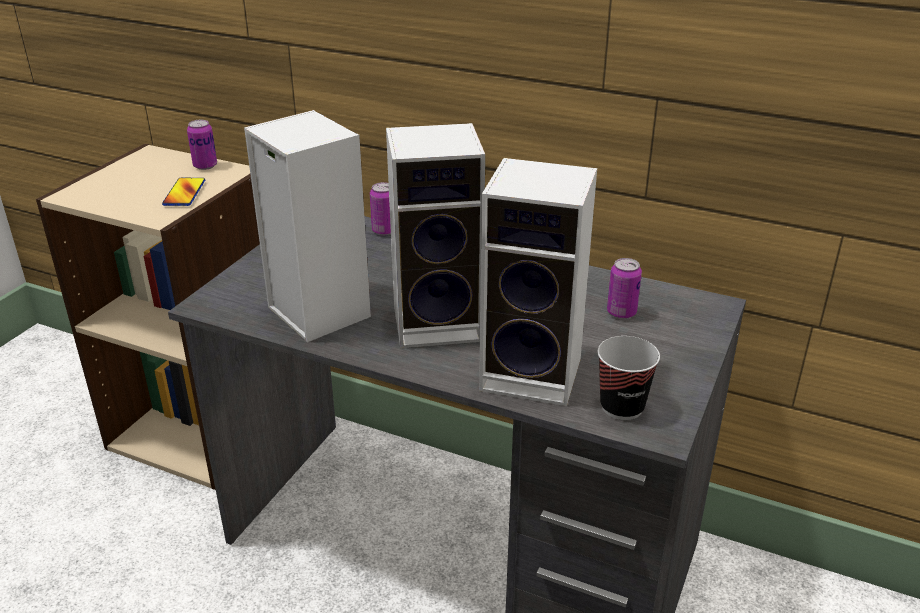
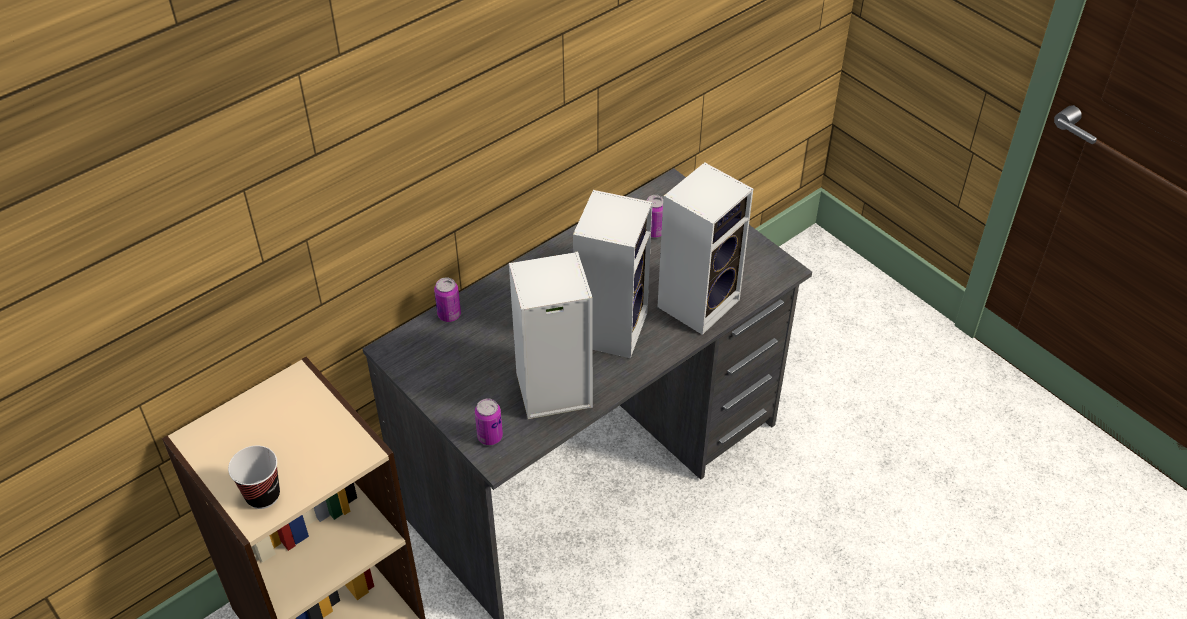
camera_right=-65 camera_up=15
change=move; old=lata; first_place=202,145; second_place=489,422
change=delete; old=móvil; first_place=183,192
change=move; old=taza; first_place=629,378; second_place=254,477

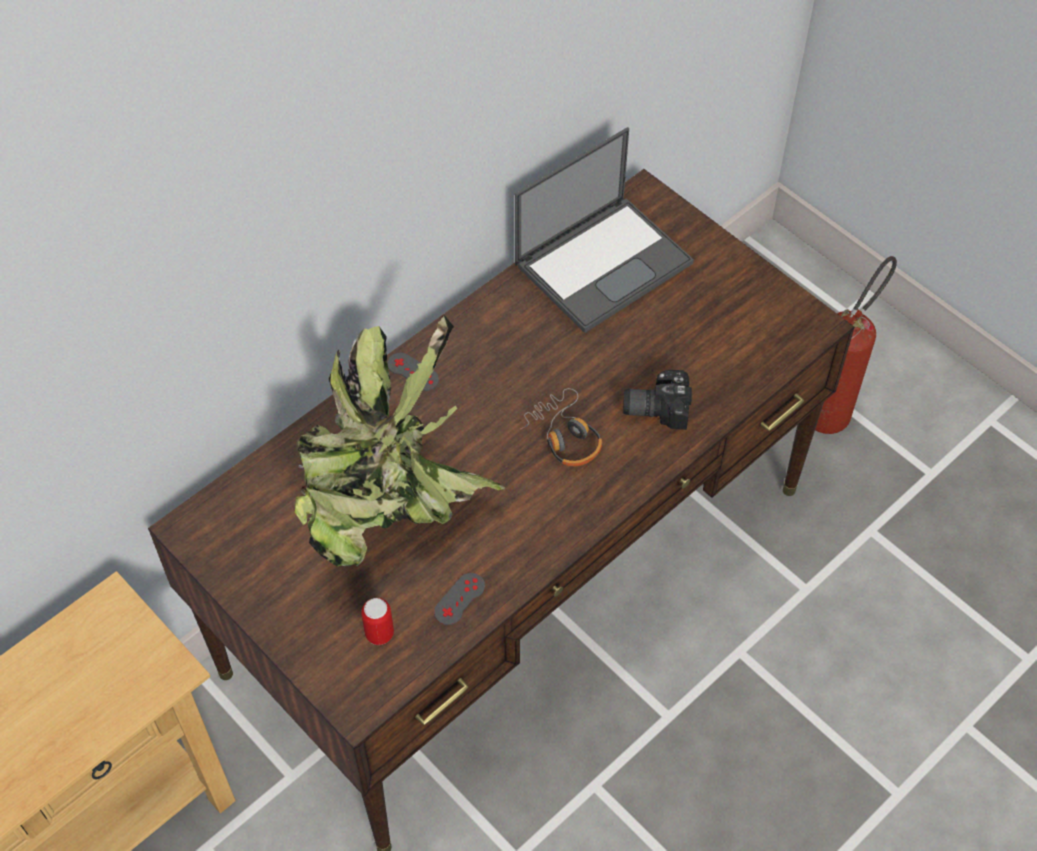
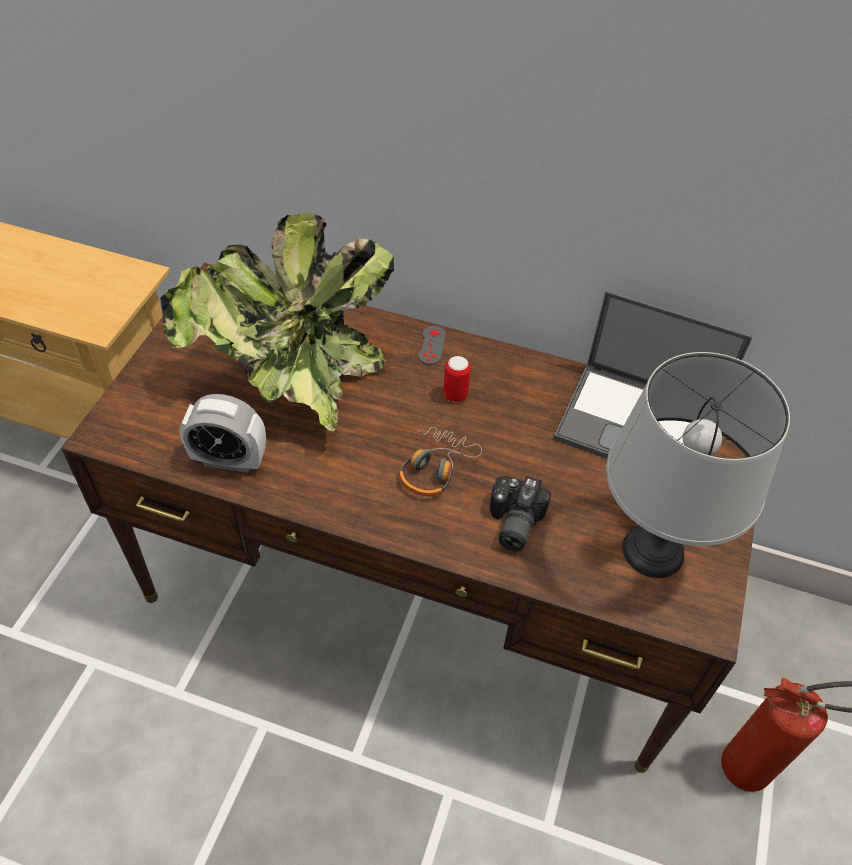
camera_right=60 camera_up=-5
change=rotate; old=cámara; first_place=657,400; second_place=520,513; degrees=-135
change=replace; old=mando de consola (gris); new=despertador; first_place=459,599; second_place=222,433
change=move; old=lata; first_place=377,621; second_place=457,379
change=insert; new=lámpara de mesa (gris); second_place=698,465

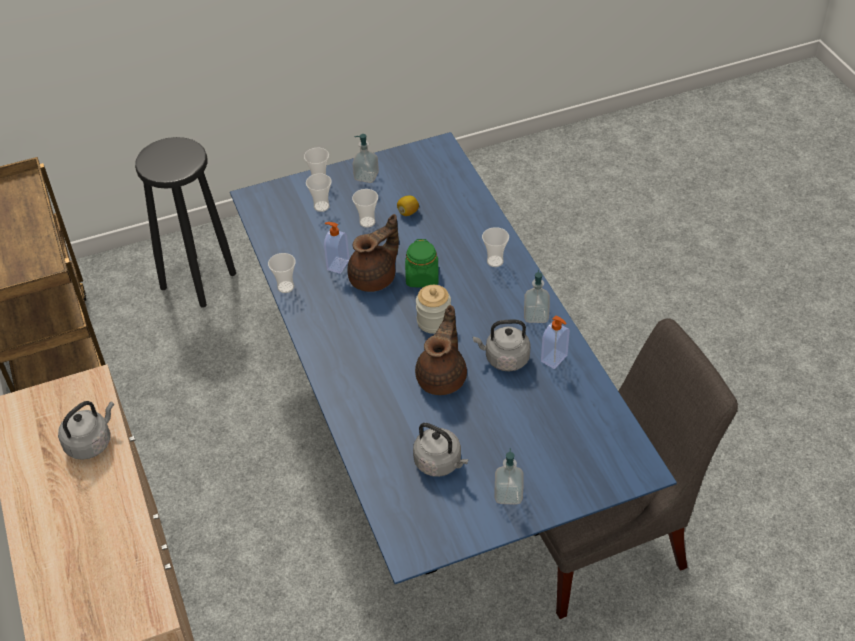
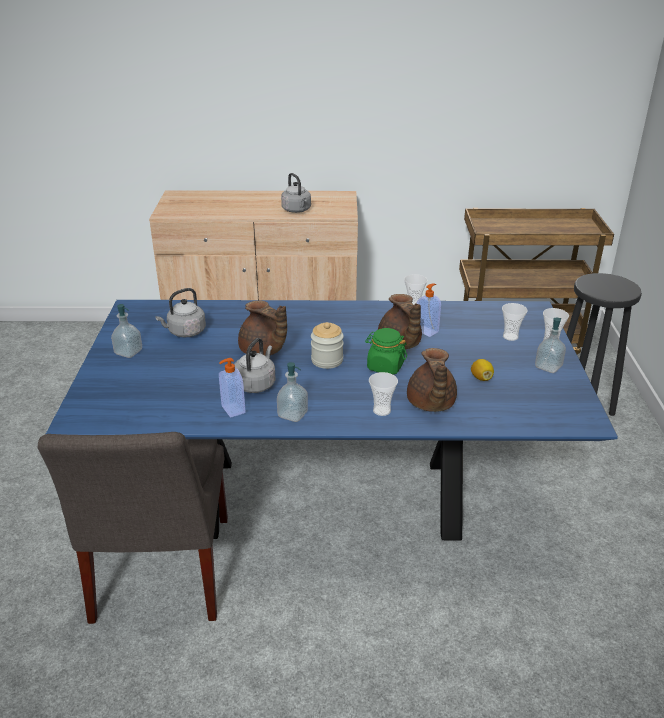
camera_right=110 camera_up=-15
change=delete; old=taza; first_place=365,208
change=insert; new=tetera (marrón); second_place=432,380

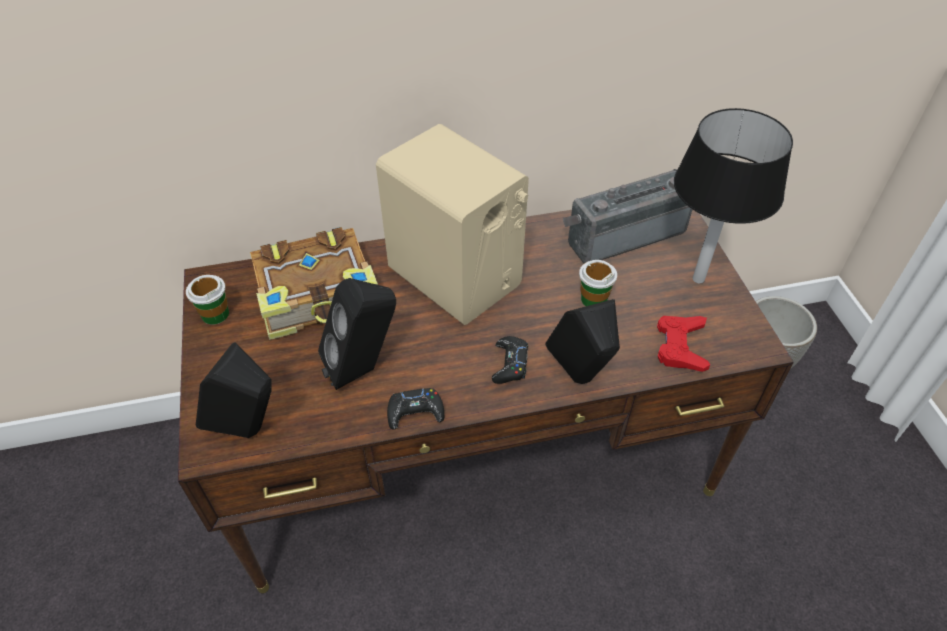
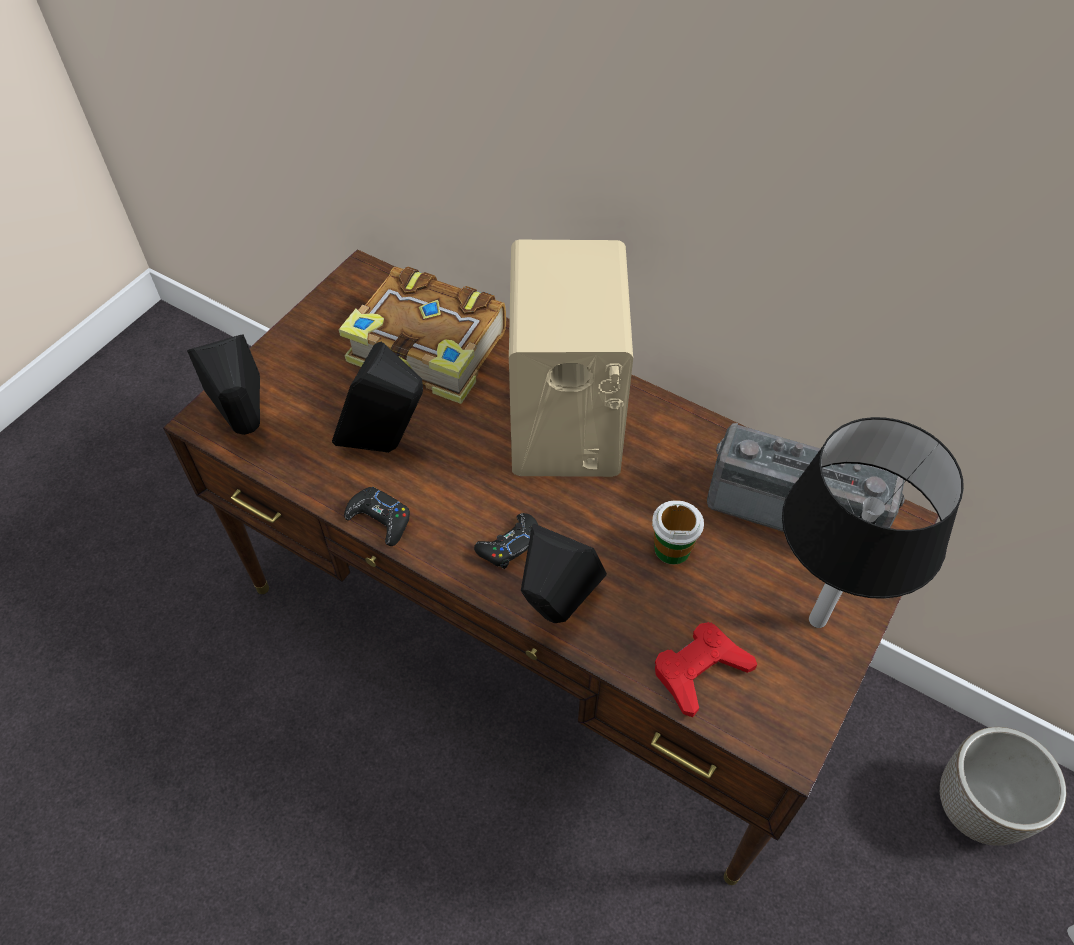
camera_right=45 camera_up=5
change=delete; old=taza; first_place=207,300

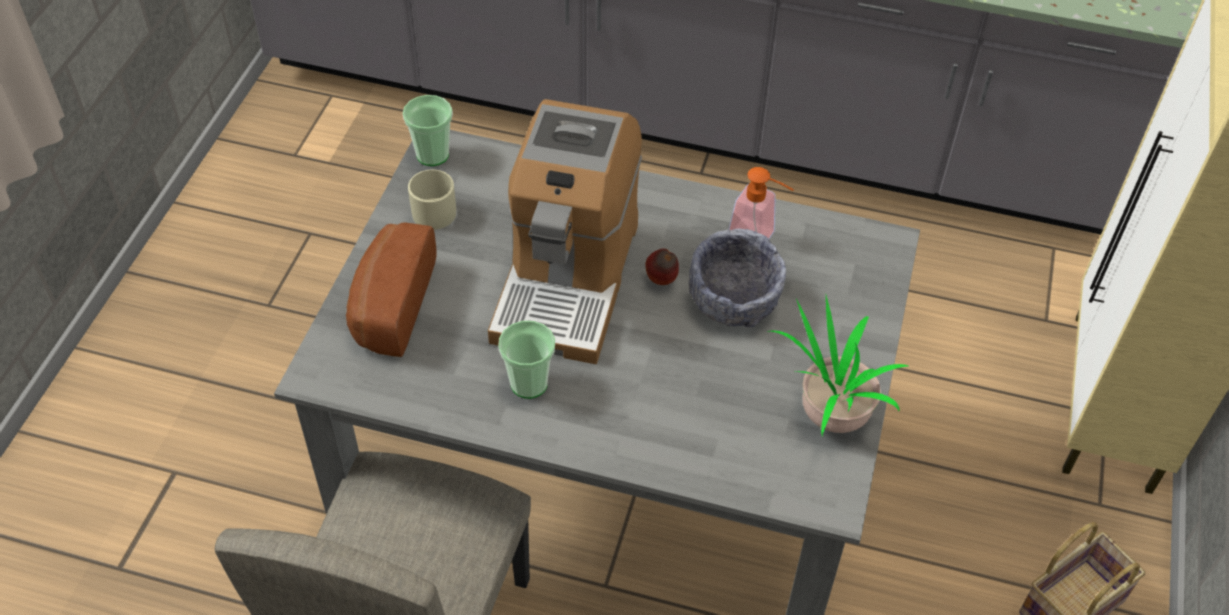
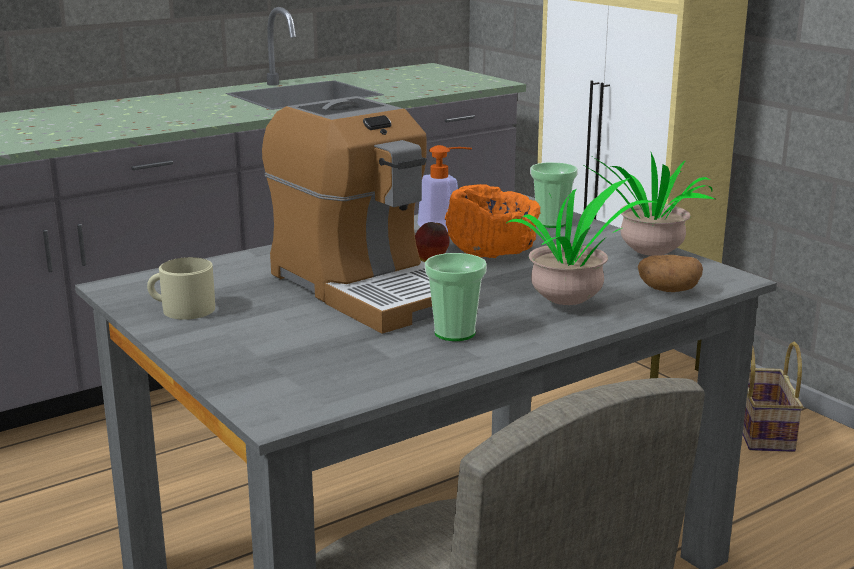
camera_right=-50 camera_up=-30
change=move; old=taza; first_place=428,130; second_place=554,195
change=delete; old=pan; first_place=391,289
change=recolor; old=cuenco (gris); new=cuenco (naranja); first_place=737,277; second_place=492,221
change=insert; new=planta en maceta; second_place=582,241
change=insert; new=patata; second_place=670,273

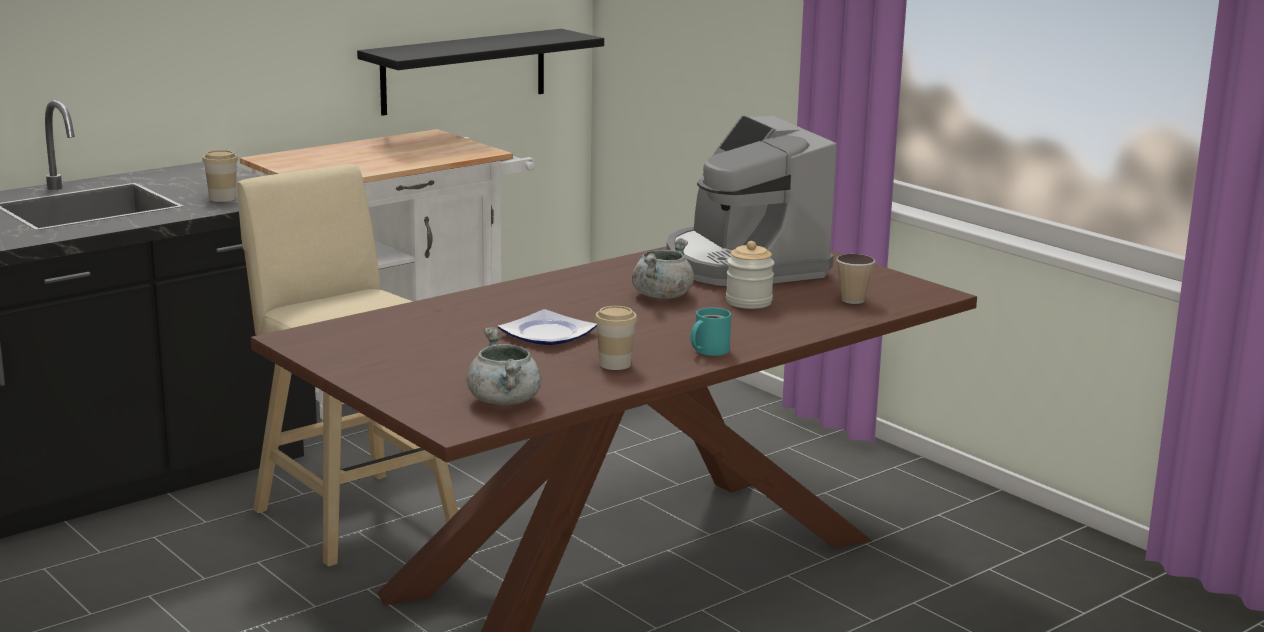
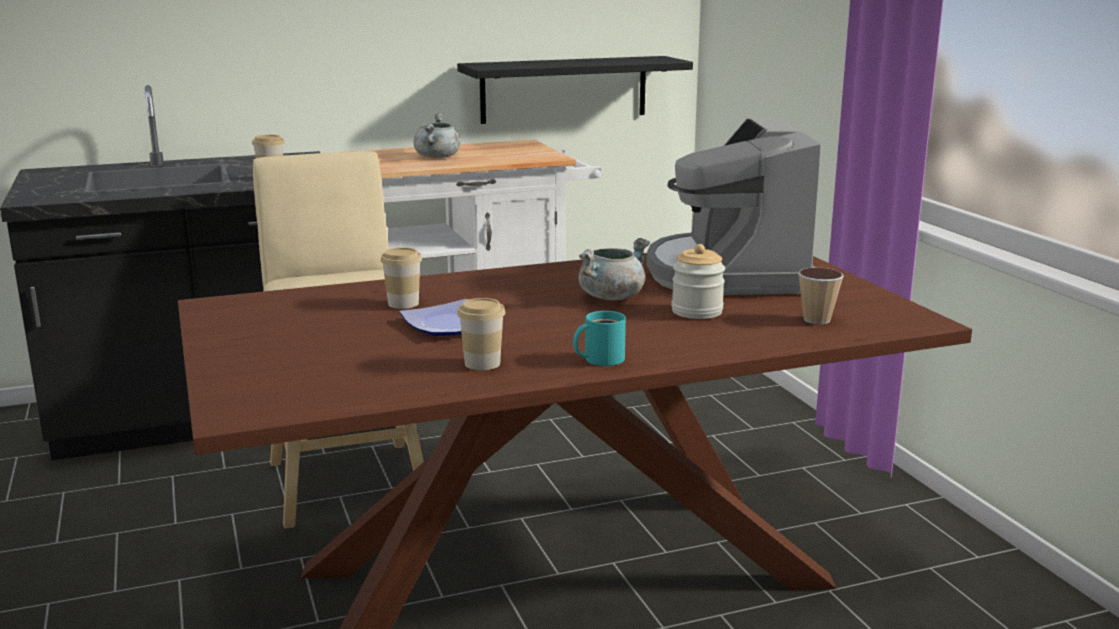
camera_right=20 camera_up=0
change=move; old=olla (gris); first_place=504,366; second_place=436,135
change=insert; new=taza; second_place=401,278

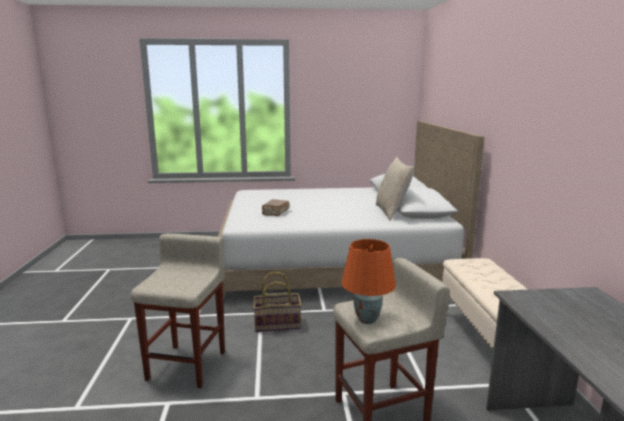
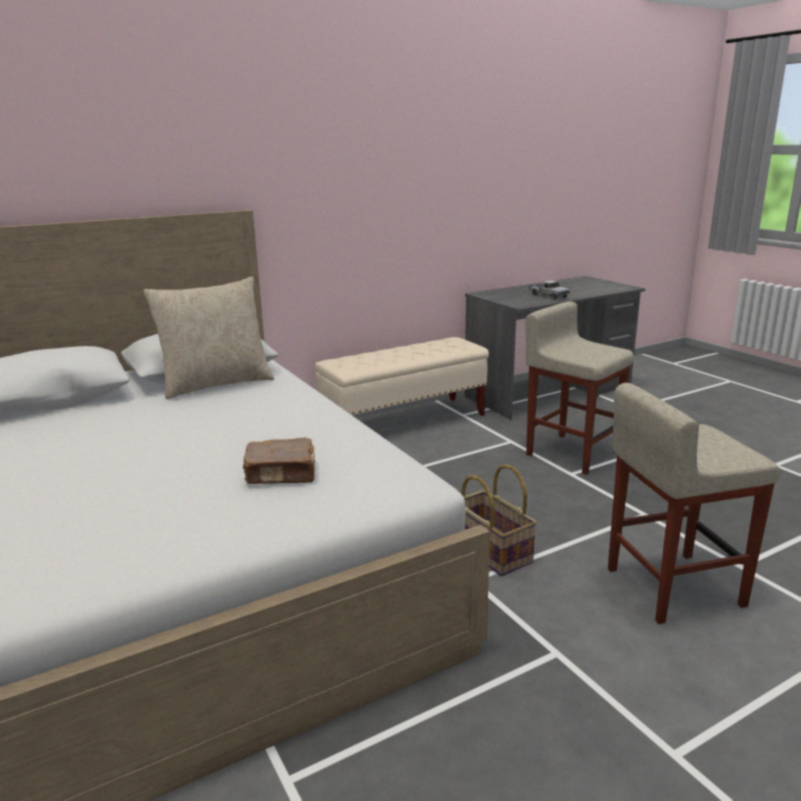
camera_right=-115 camera_up=5
change=delete; old=lámpara de mesa (naranja); first_place=368,281
change=insert; new=camión de juguete; second_place=549,290

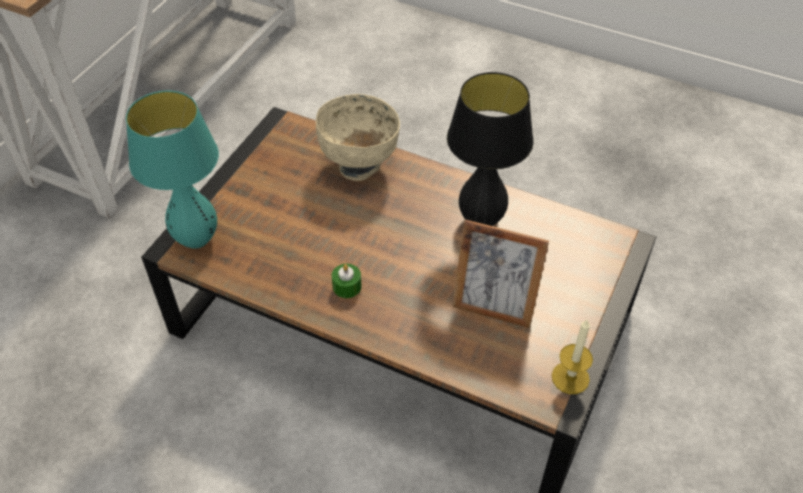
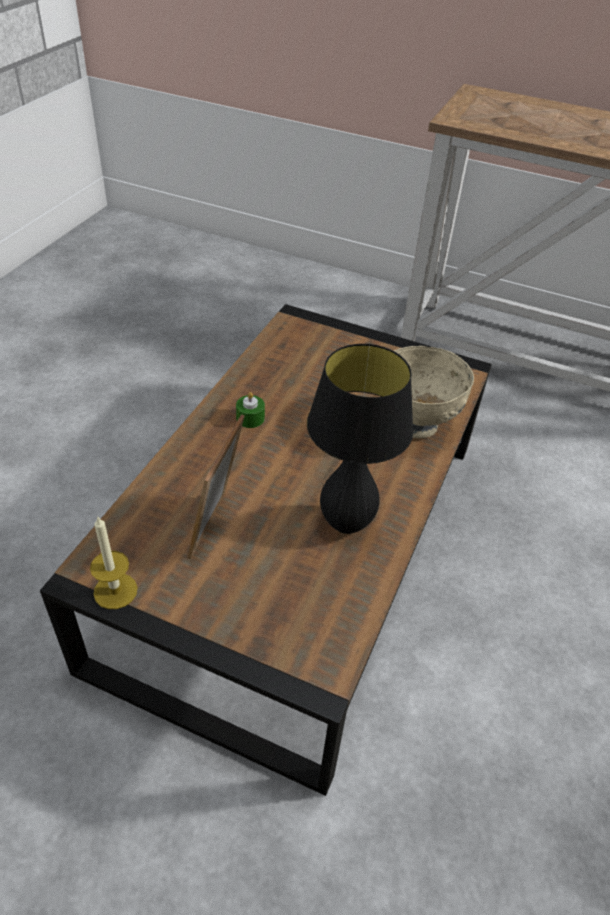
camera_right=85 camera_up=-5
change=delete; old=lámpara de mesa (turquesa); first_place=172,170

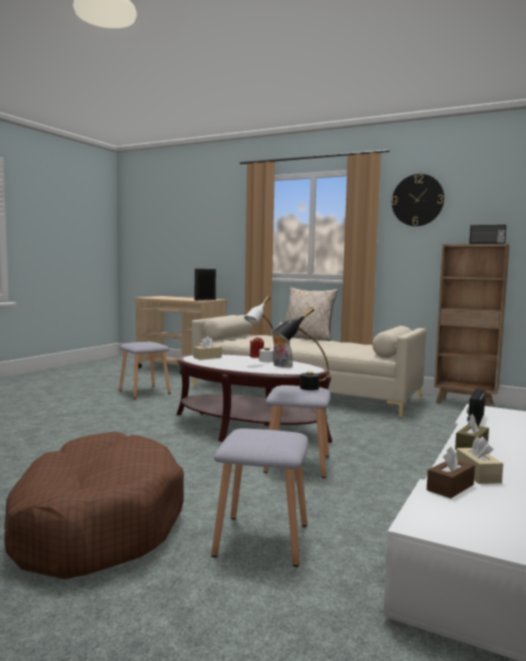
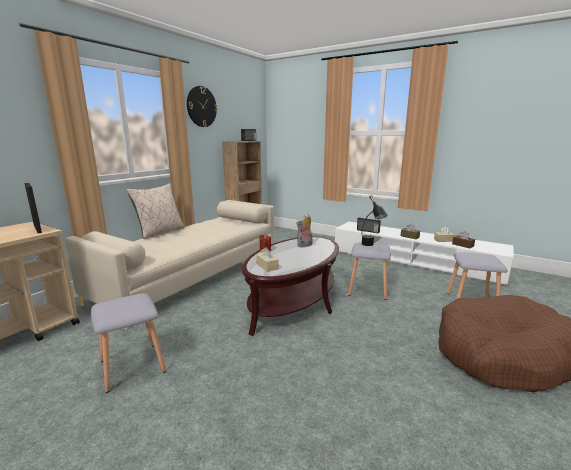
camera_right=-85 camera_up=10
change=delete; old=lámpara de mesa (blanco); first_place=259,329

